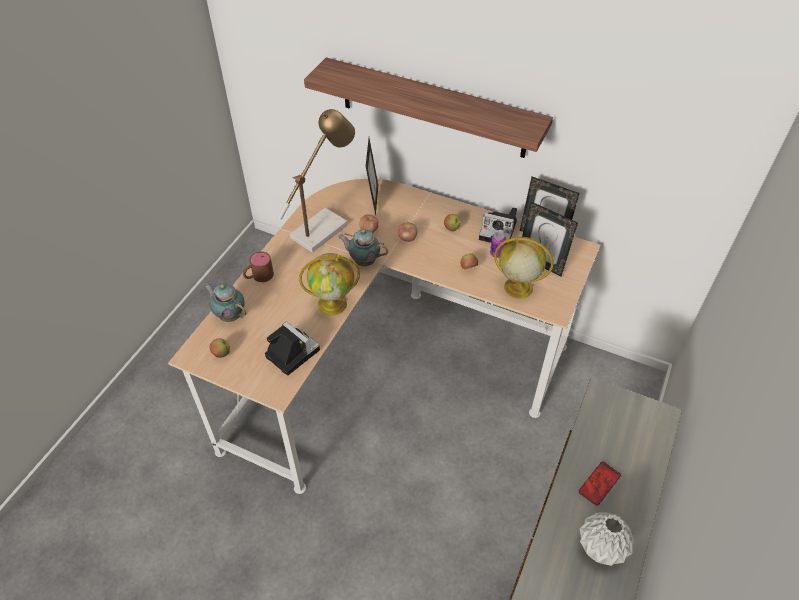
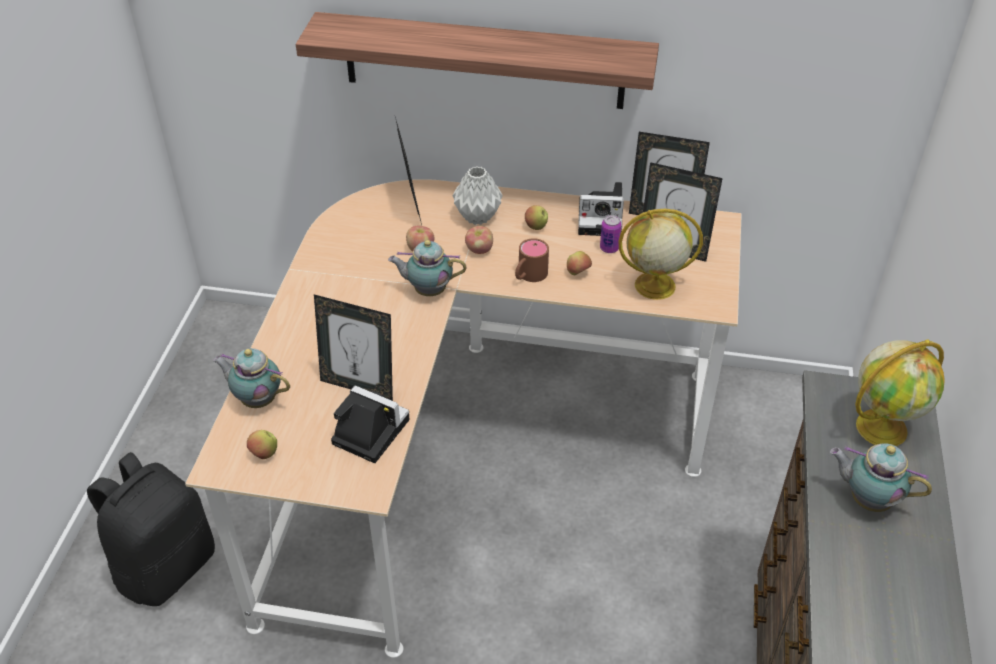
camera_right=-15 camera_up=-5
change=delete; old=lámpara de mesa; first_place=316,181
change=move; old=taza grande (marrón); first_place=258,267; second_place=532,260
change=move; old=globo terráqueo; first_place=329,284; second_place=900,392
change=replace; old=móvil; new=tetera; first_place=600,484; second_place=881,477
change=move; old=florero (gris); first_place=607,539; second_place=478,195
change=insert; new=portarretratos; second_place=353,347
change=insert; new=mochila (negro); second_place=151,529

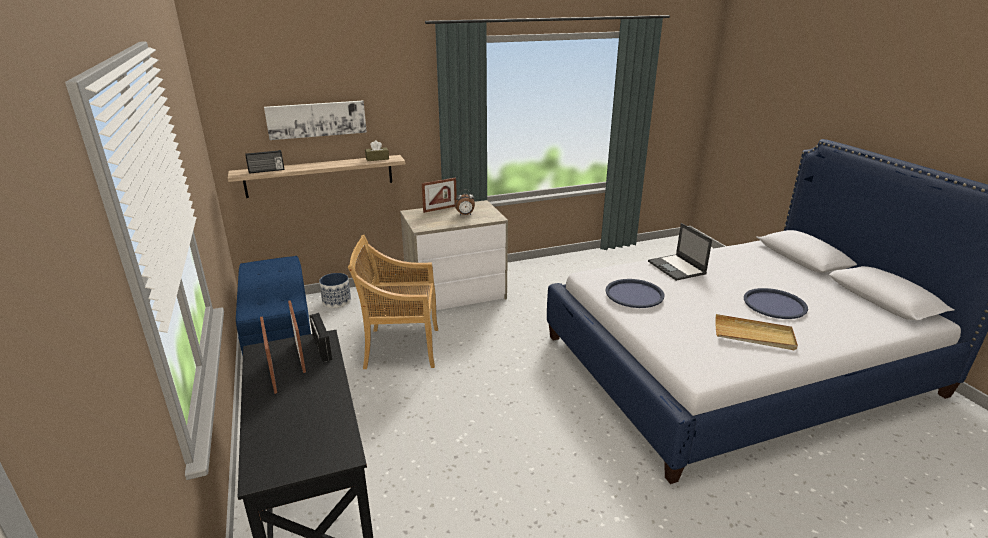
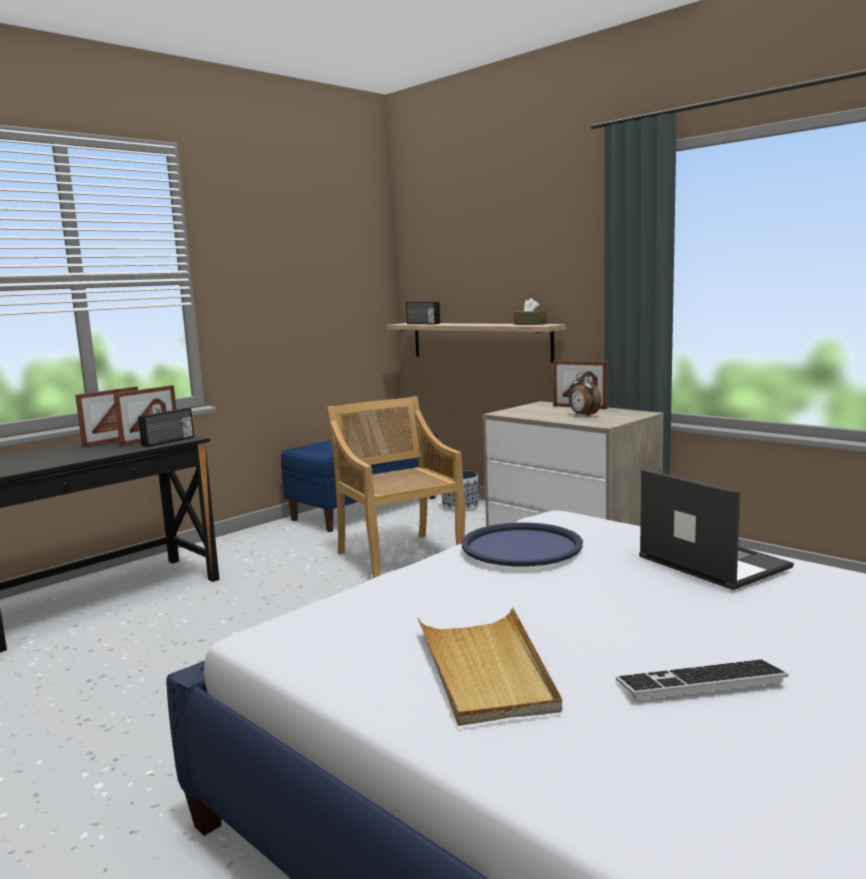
camera_right=65 camera_up=-15
change=delete; old=cuadro; first_place=315,120
change=rotate; old=portátil; first_place=680,252; second_place=716,529; degrees=105
change=replace; old=bandeja (azul); new=teclado; first_place=776,303; second_place=702,679

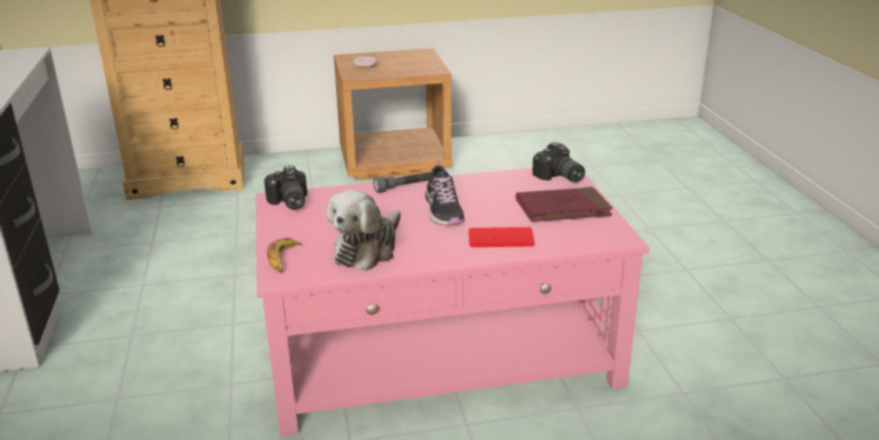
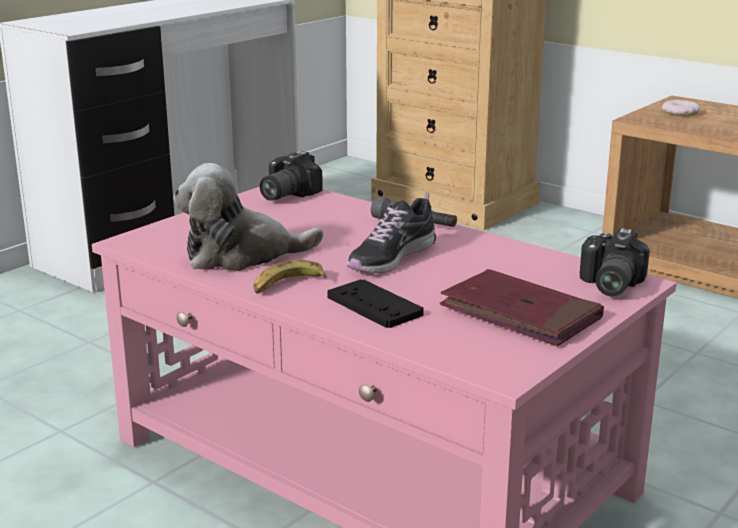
camera_right=50 camera_up=-5
change=recolor; old=mando de consola (rojo); new=mando de consola (negro); first_place=502,237; second_place=375,303
change=move; old=plátano; first_place=284,255; second_place=290,277

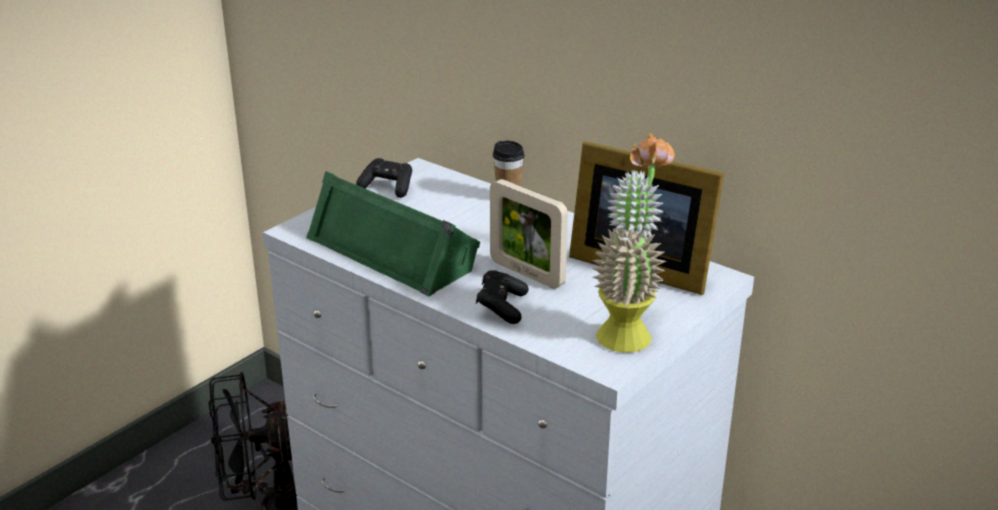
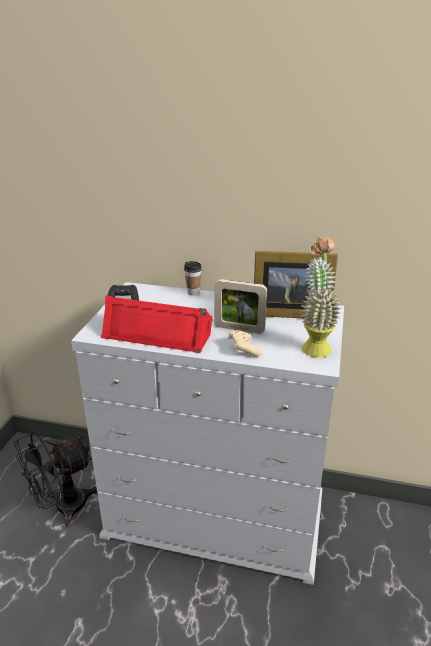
camera_right=-25 camera_up=0
change=recolor; old=altavoz (verde); new=altavoz (rojo); first_place=393,233; second_place=157,324
change=recolor; old=mando de consola (negro); new=mando de consola (beis); first_place=502,297; second_place=245,343

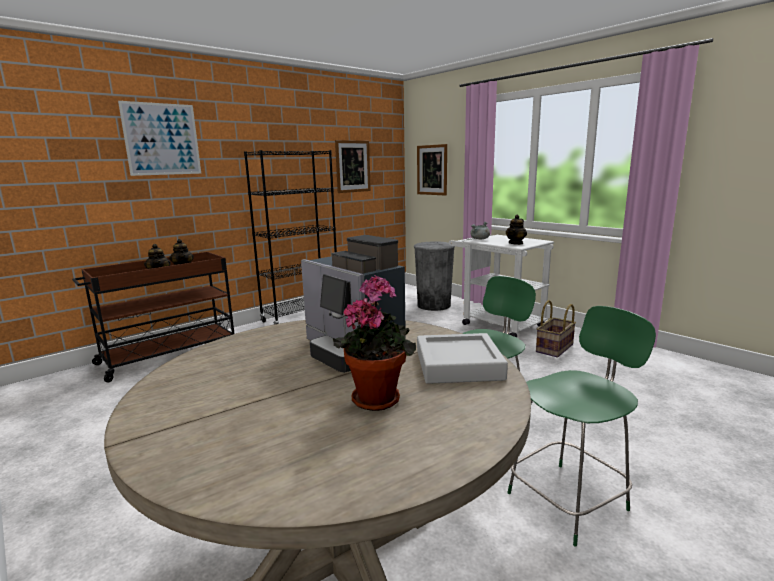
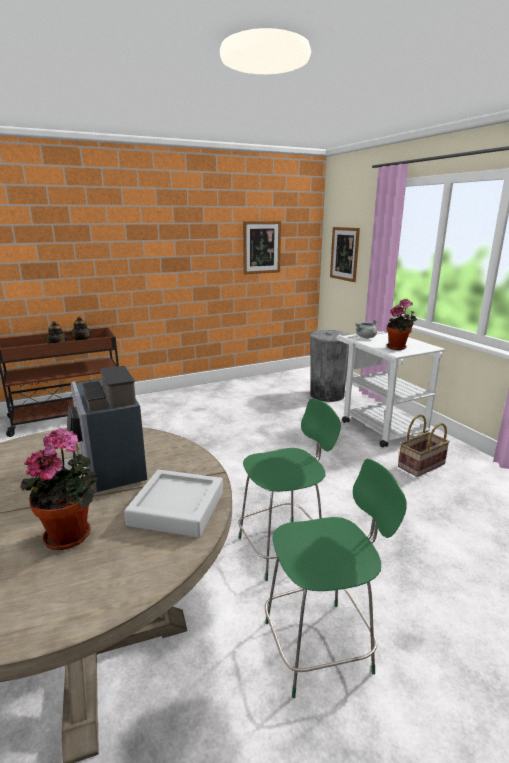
camera_right=15 camera_up=5
change=delete; old=cuadro; first_place=159,138
change=delete; old=estantería (negro); first_place=290,237
change=replace; old=tetera; new=planta en maceta; first_place=516,230; second_place=402,324

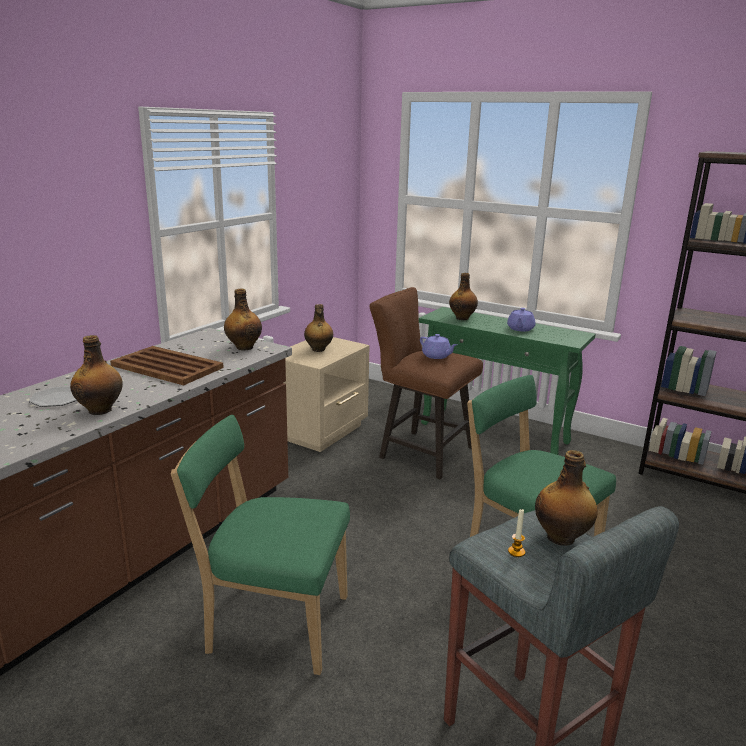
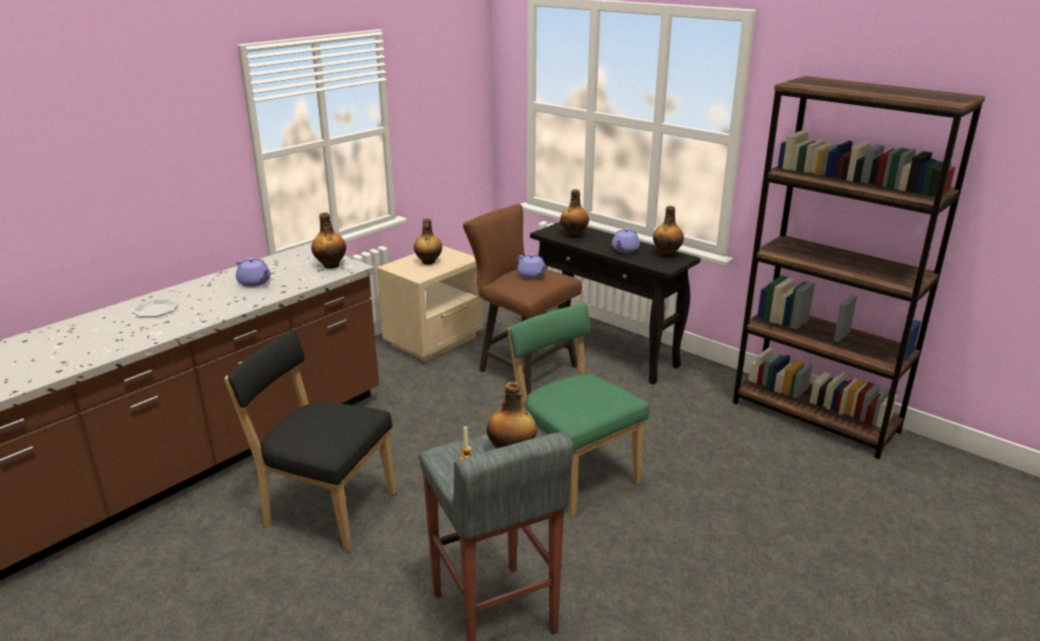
camera_right=10 camera_up=5
change=recolor; old=mesa consola (verde); new=mesa consola (negro); first_place=507,381; second_place=615,303
change=move; old=botella; first_place=96,375; second_place=668,231
change=replace; old=bandeja (marrón); new=tetera (morado); first_place=167,365; second_place=253,272
change=recolor; old=silla (verde); new=silla (negro); first_place=260,545; second_place=310,441

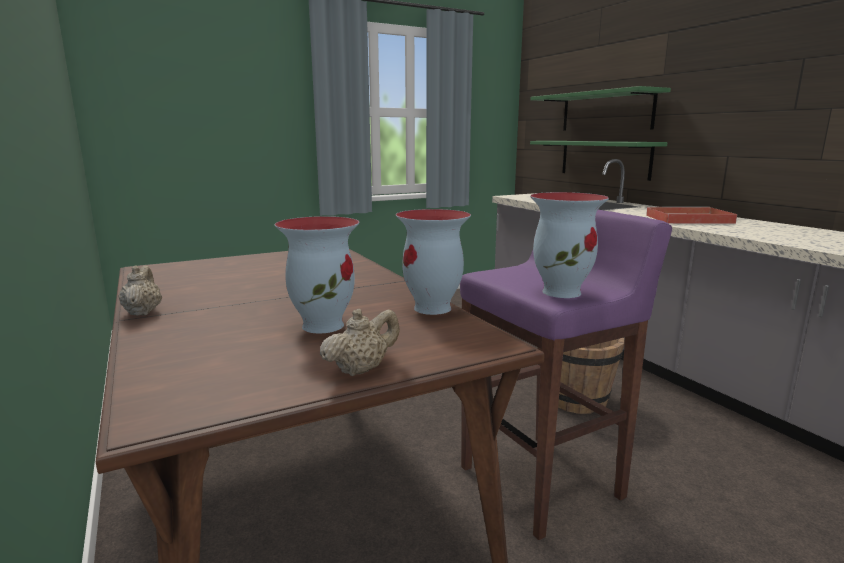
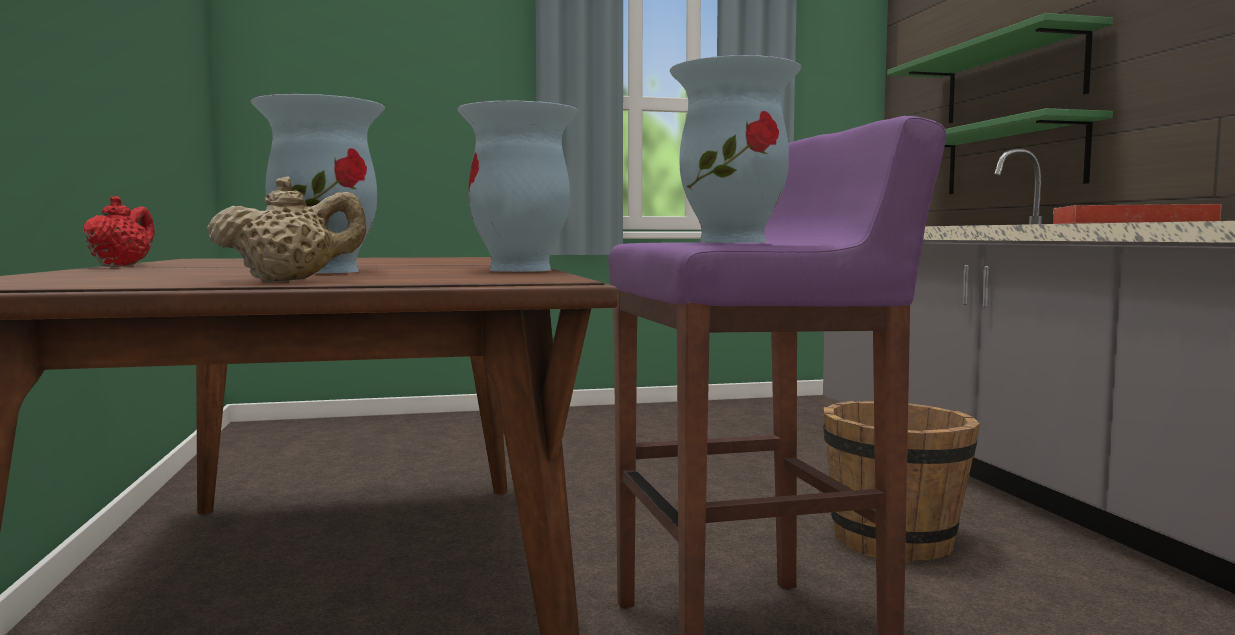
camera_right=15 camera_up=-10
change=recolor; old=tetera (beis); new=tetera (rojo); first_place=140,290; second_place=119,231

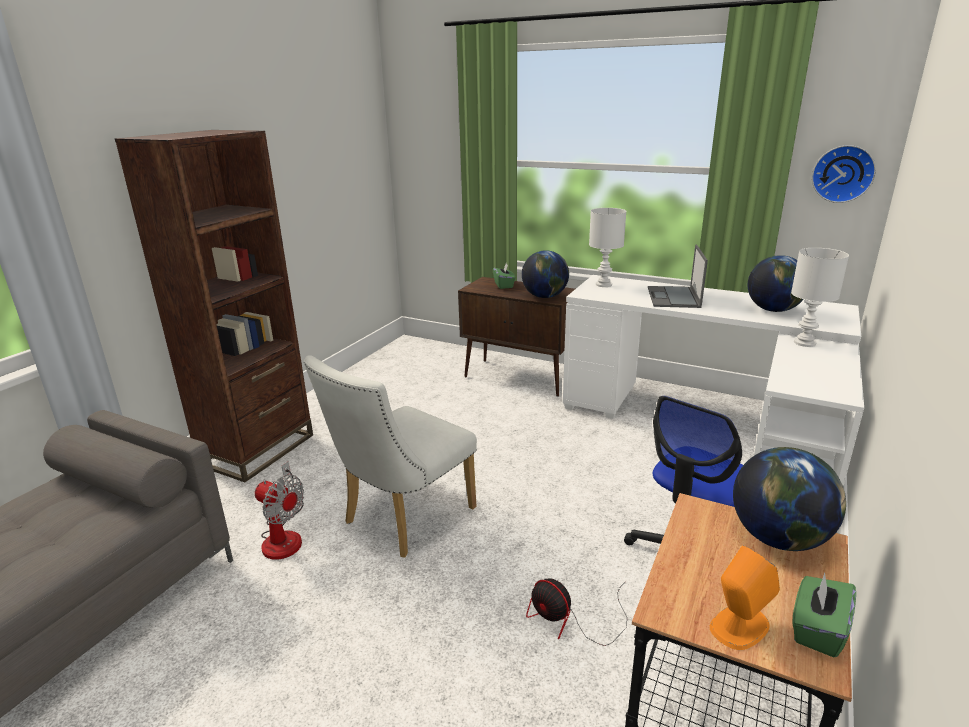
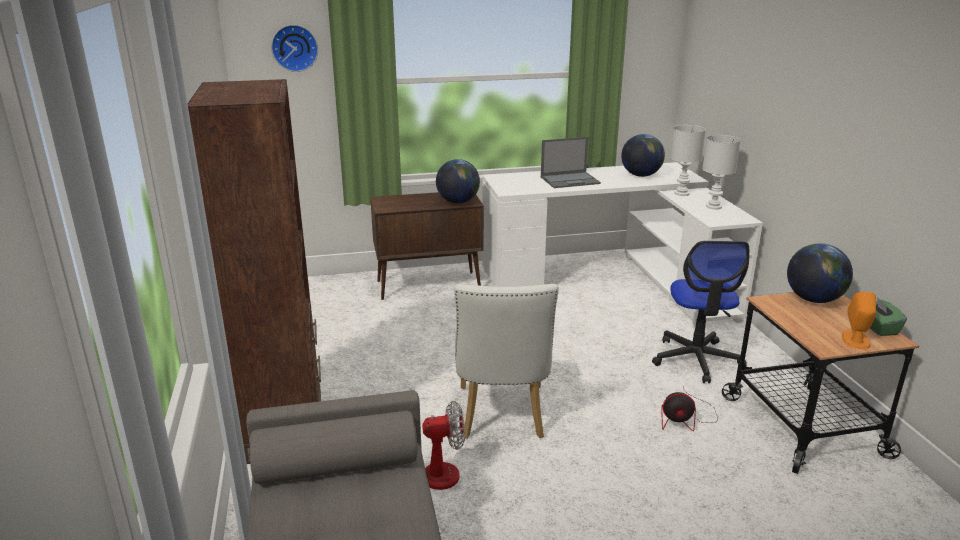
camera_right=-40 camera_up=0
change=move; old=reloj de pared; first_place=844,174; second_place=294,48
change=move; old=lámpara de mesa (blanco); first_place=607,247; second_place=721,172
change=rotate; old=portátil; first_place=678,276; second_place=571,162; degrees=-75
change=delete; old=caja de pañuelos (verde); first_place=504,276

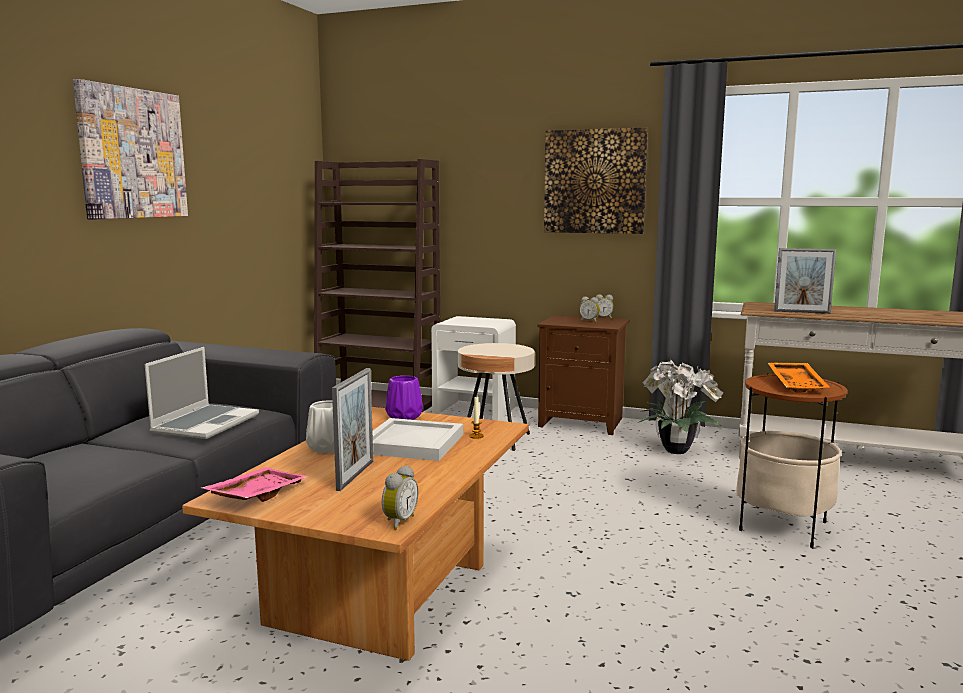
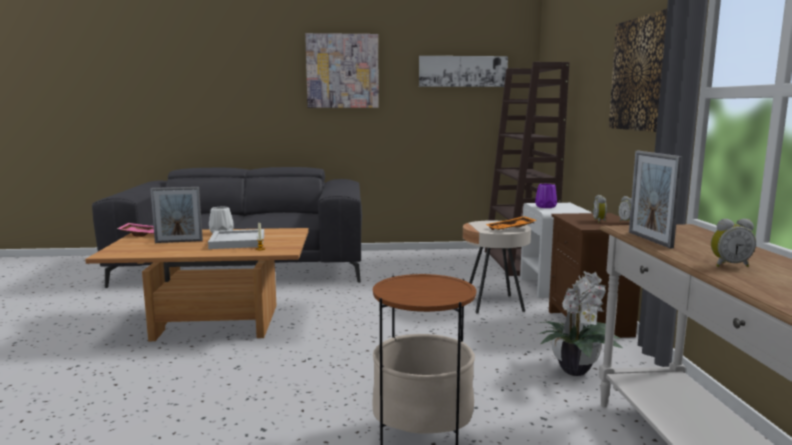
camera_right=65 camera_up=0
change=delete; old=portátil; first_place=202,393
change=move; old=bandeja (naranja); first_place=799,378; second_place=512,223
change=move; old=florero (morado); first_place=404,397; second_place=546,196
change=move; old=despertador; first_place=400,497; second_place=733,243
change=insert; new=cuadro; second_place=463,71

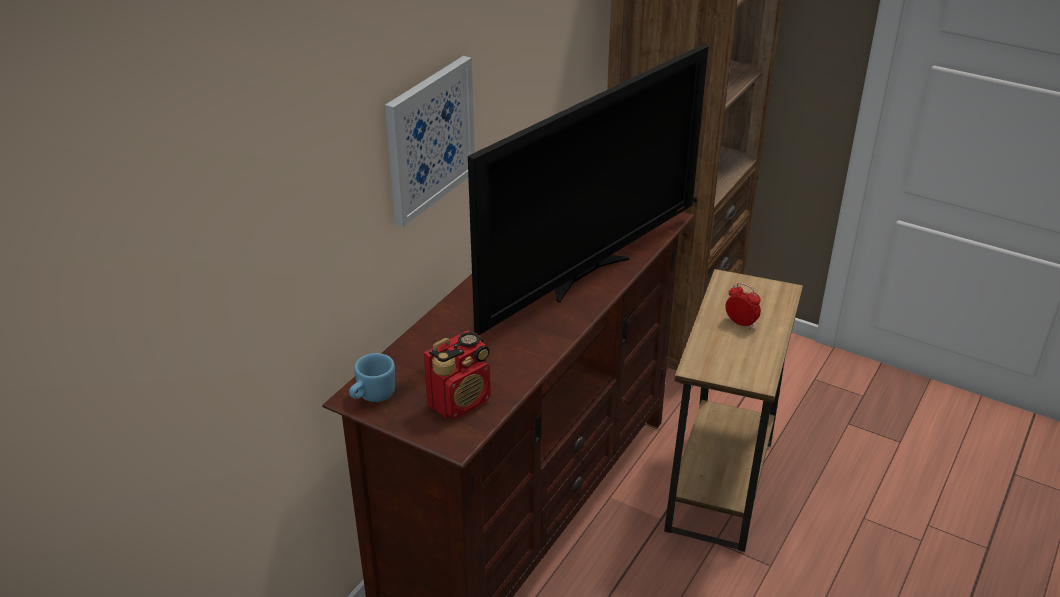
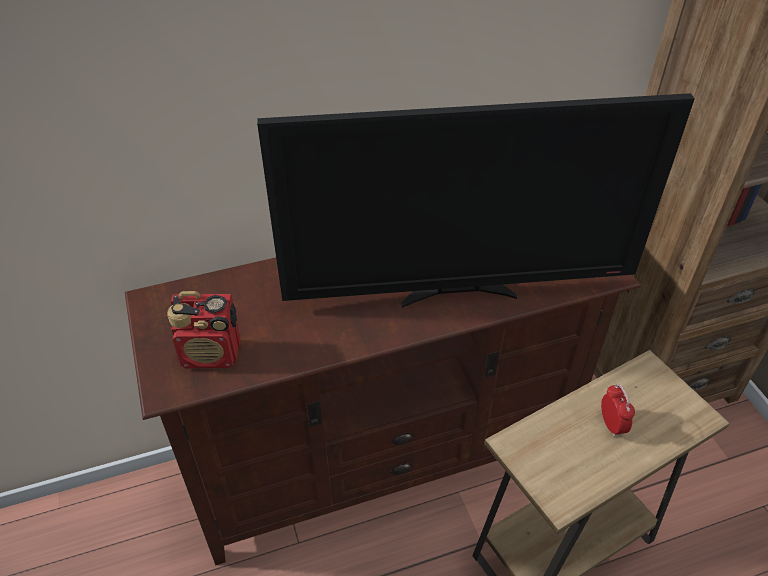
camera_right=40 camera_up=10
change=delete; old=cuadro; first_place=430,141
change=delete; old=taza grande (azul); first_place=372,377

